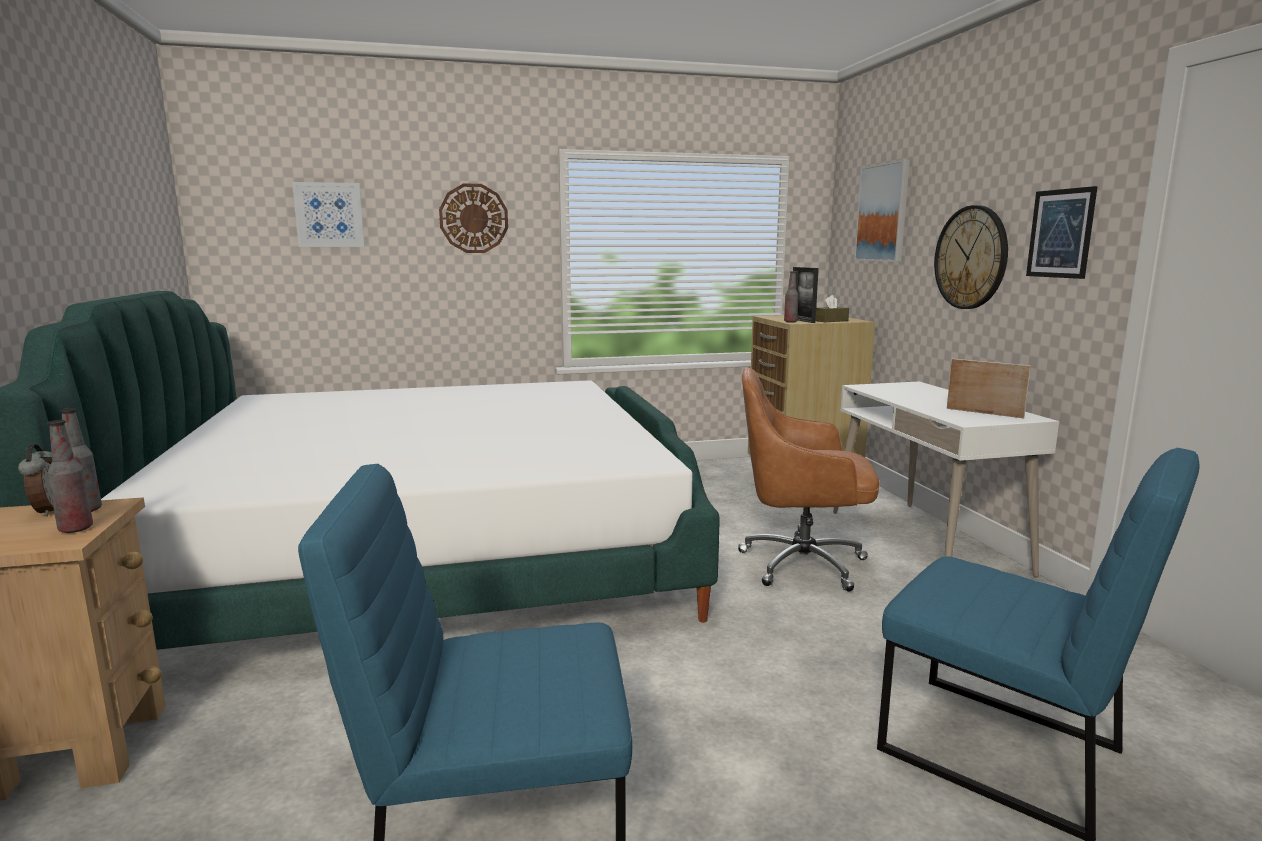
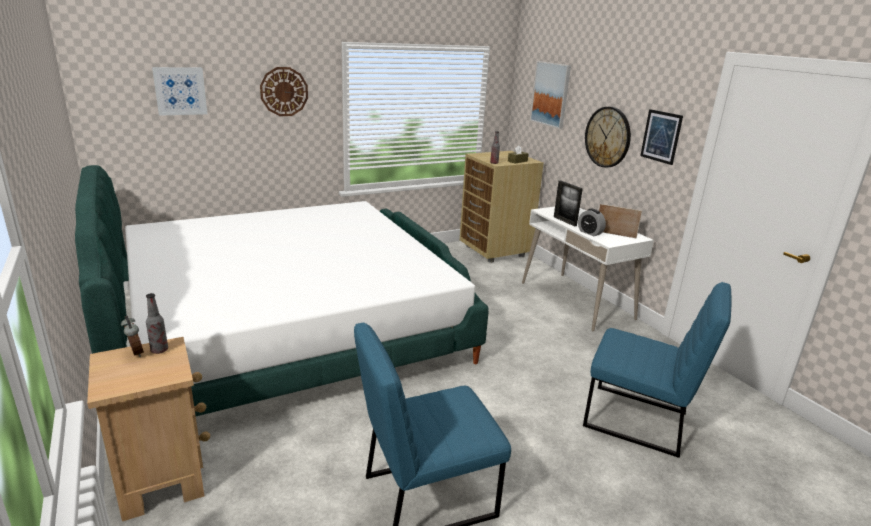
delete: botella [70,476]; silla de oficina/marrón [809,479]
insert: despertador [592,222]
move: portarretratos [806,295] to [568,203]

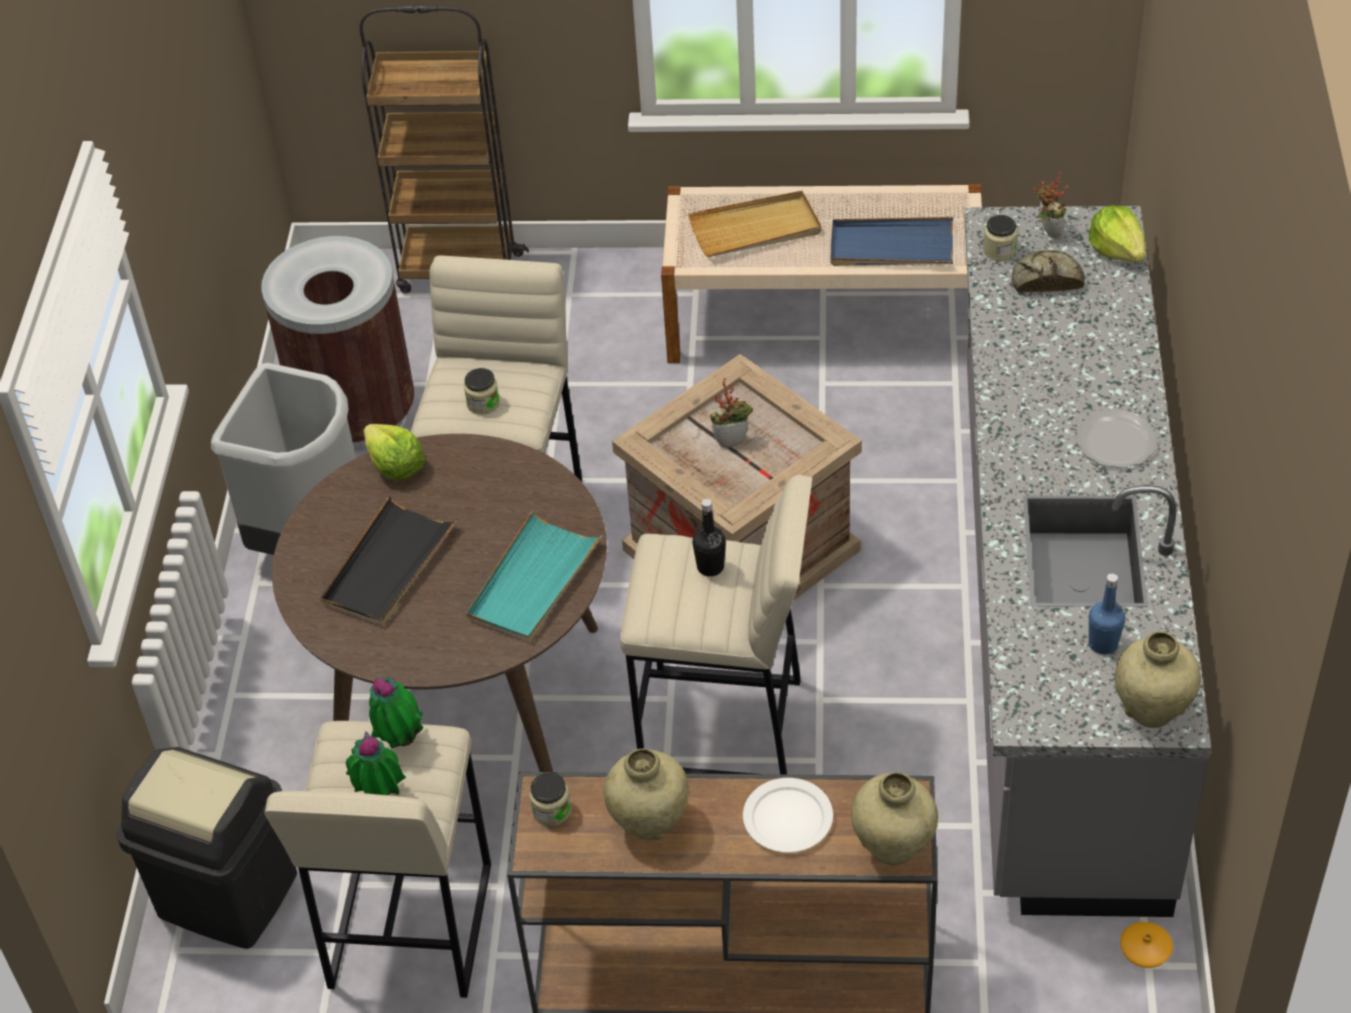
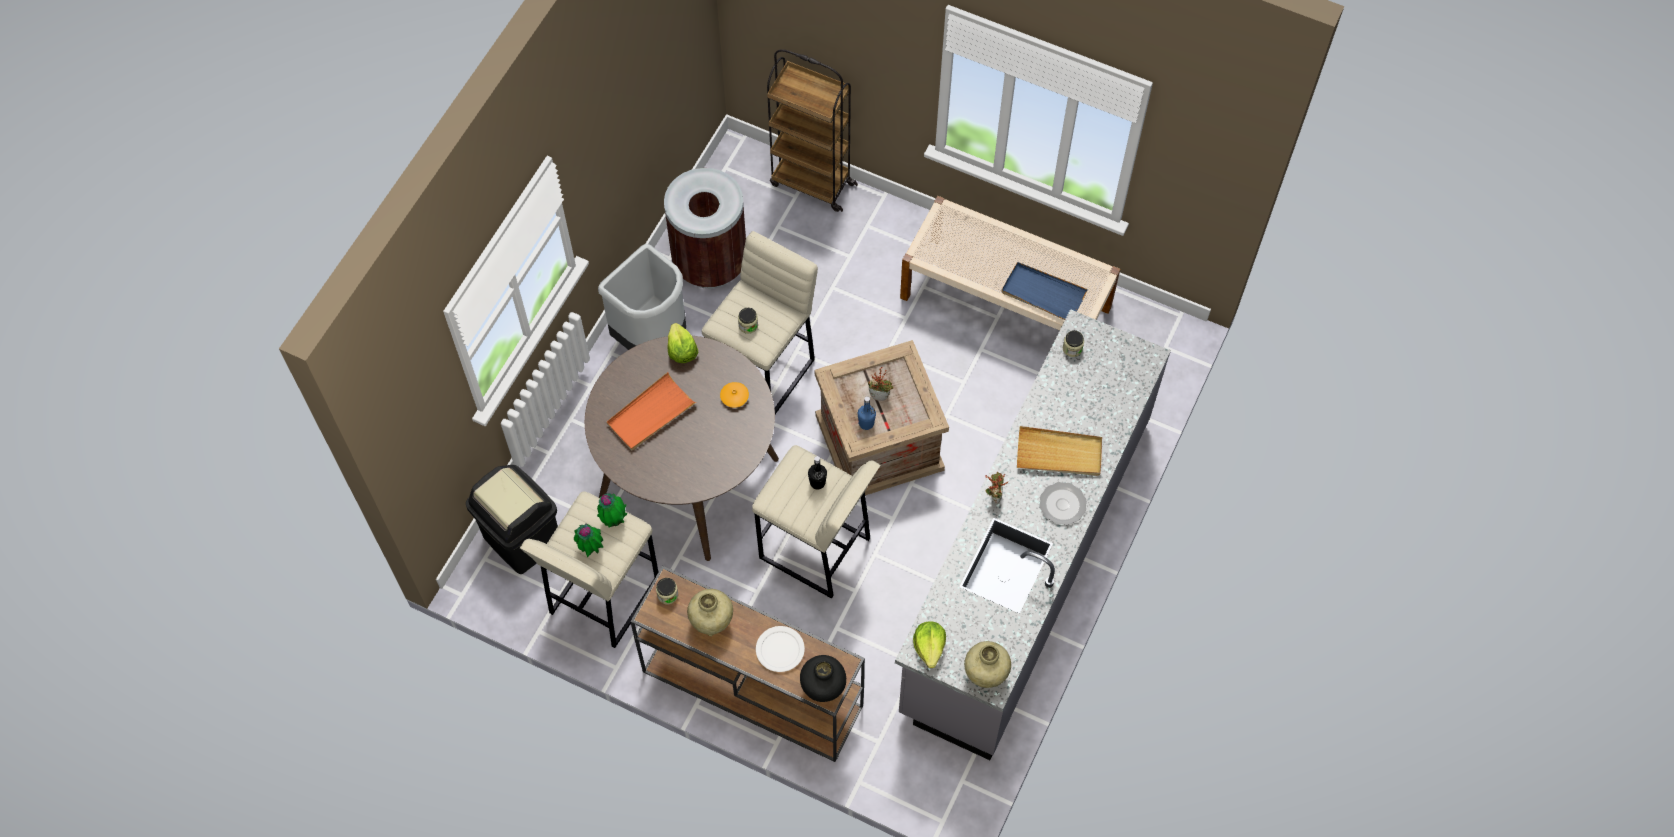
delete: bandeja/turquesa [534,576]; pan [1048,271]
move: bandeja/beis [754,224] to [1059,451]; planta en maceta [1050,205] to [997,488]; lechuga [1117,233] to [929,644]; botella/azul [1107,614] to [867,413]; florero/naranja [1146,945] to [734,395]
recolor: bandeja/negro [389,560] to bandeja/naranja [651,411]; florero/beis [894,819] to florero/negro [823,678]

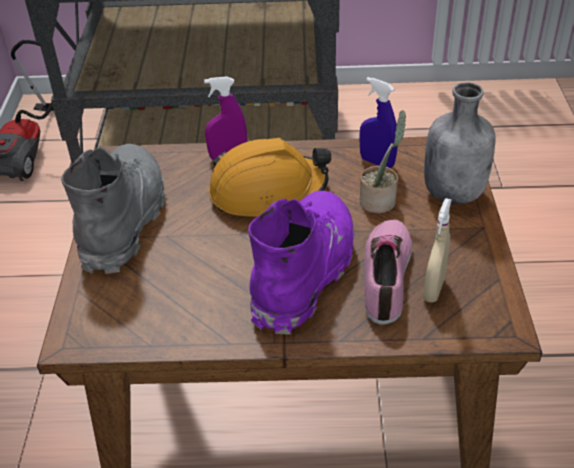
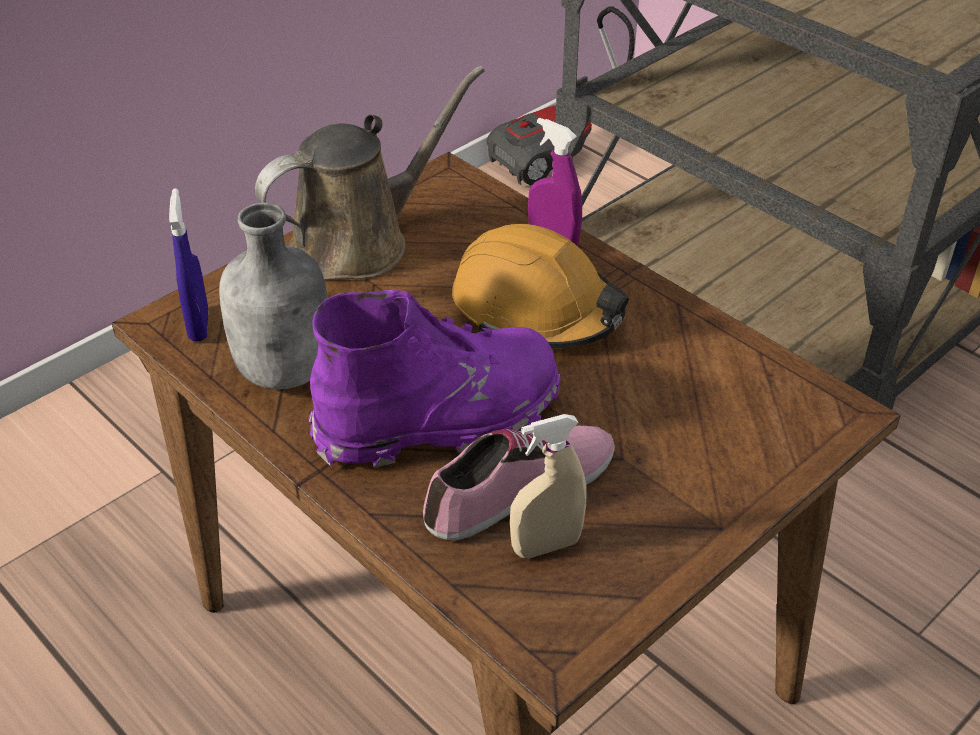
delete: planta en maceta [383,161]
move: pulverizador/azul [378,122] to [188,265]; botella/gris [459,143] to [273,295]
replace: bota/gris [113,209] to regadera/marrón [369,173]

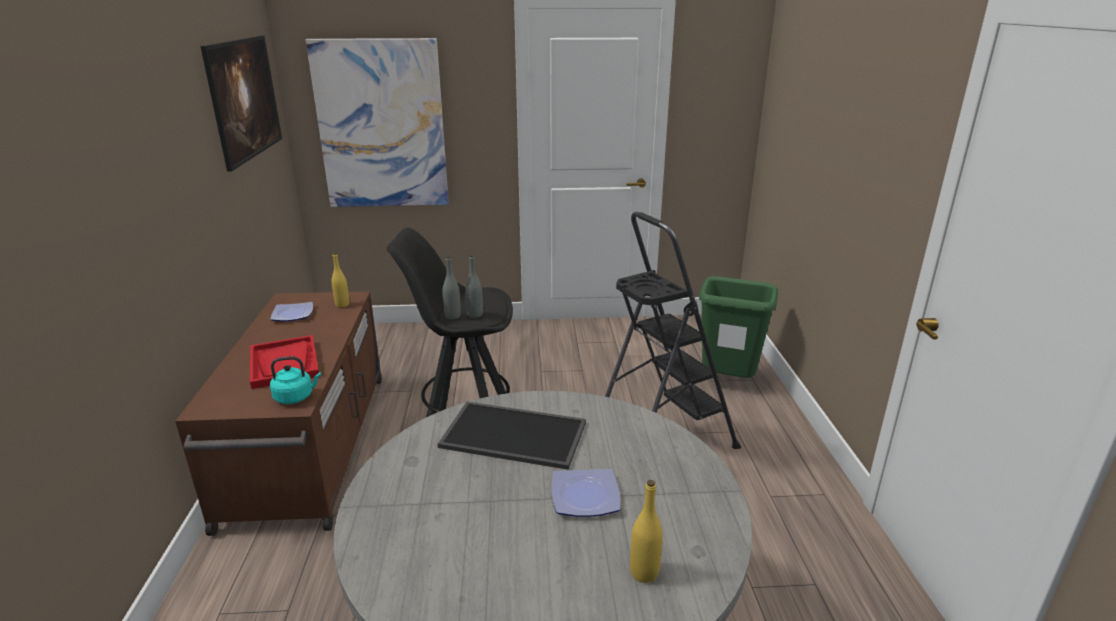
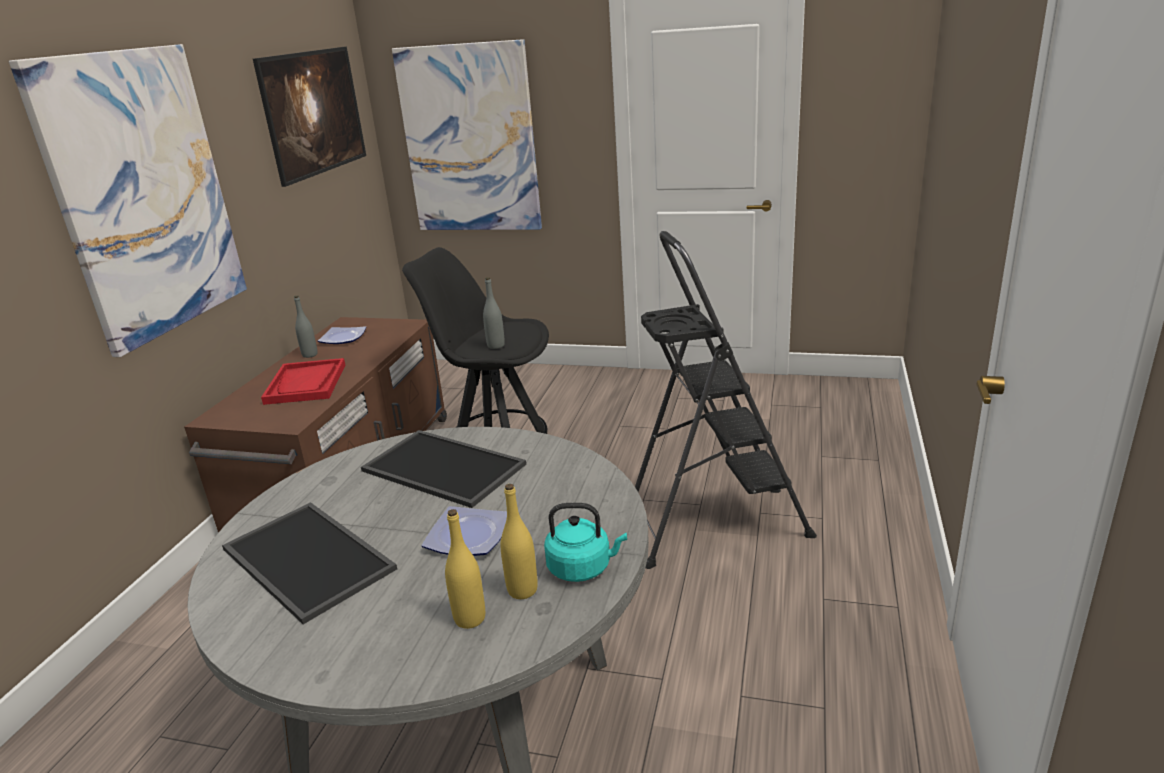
delete: papelera/verde [738,327]
insert: cuadro [128,200]; bandeja [309,563]
move: hervidor/turquesa [295,380] to [585,542]; botella/amarillo [340,279] to [519,541]; botella/gris [451,288] to [306,327]

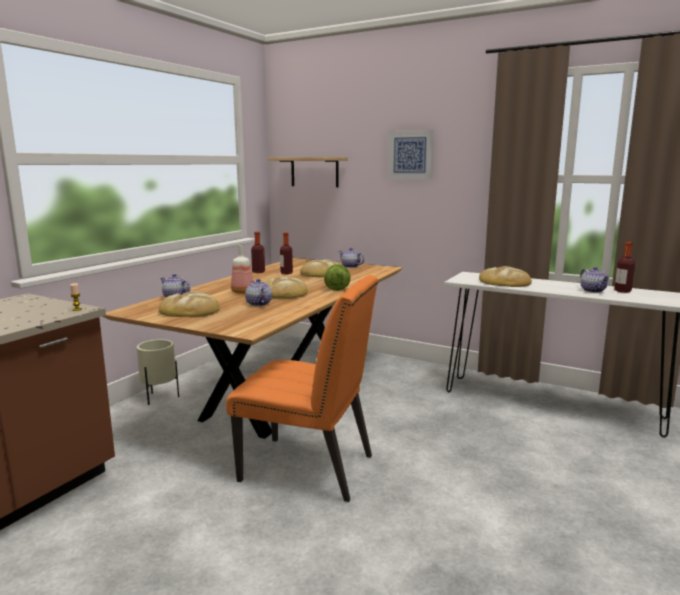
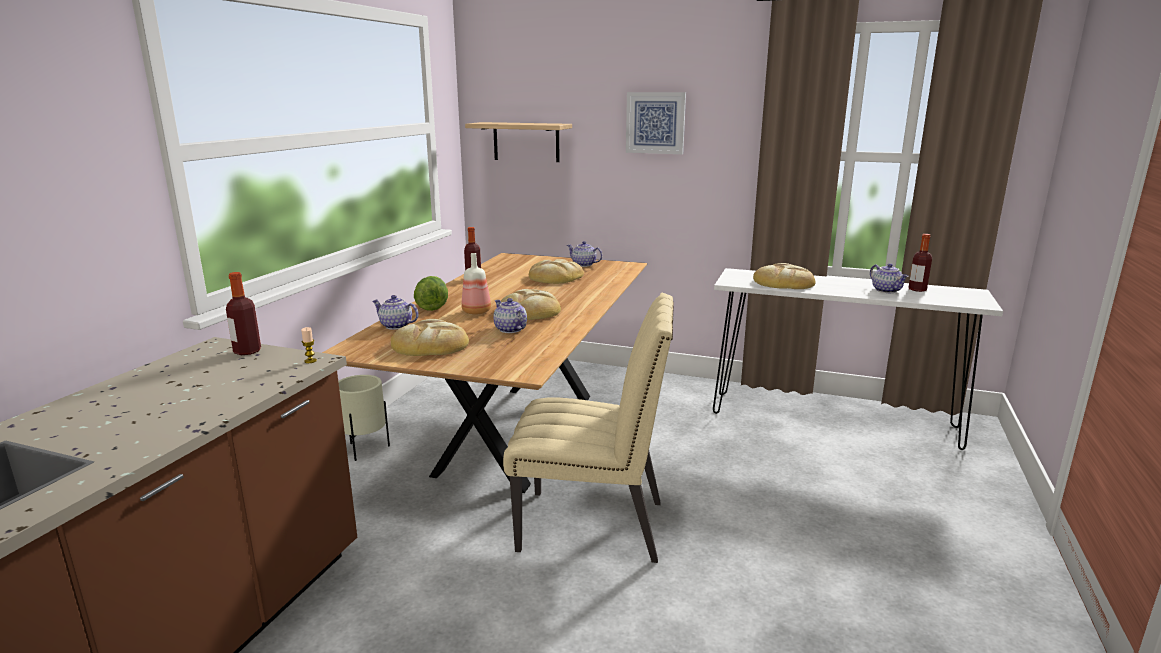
move: botella [286,253] to [243,313]; lechuga [337,277] to [431,293]
recolor: silla/naranja [302,388] to silla/beis [588,428]

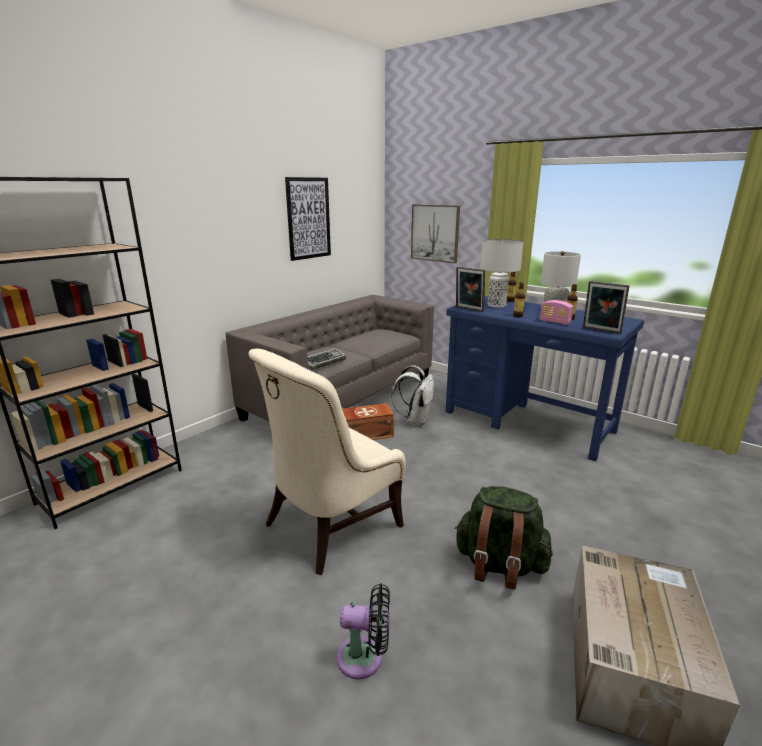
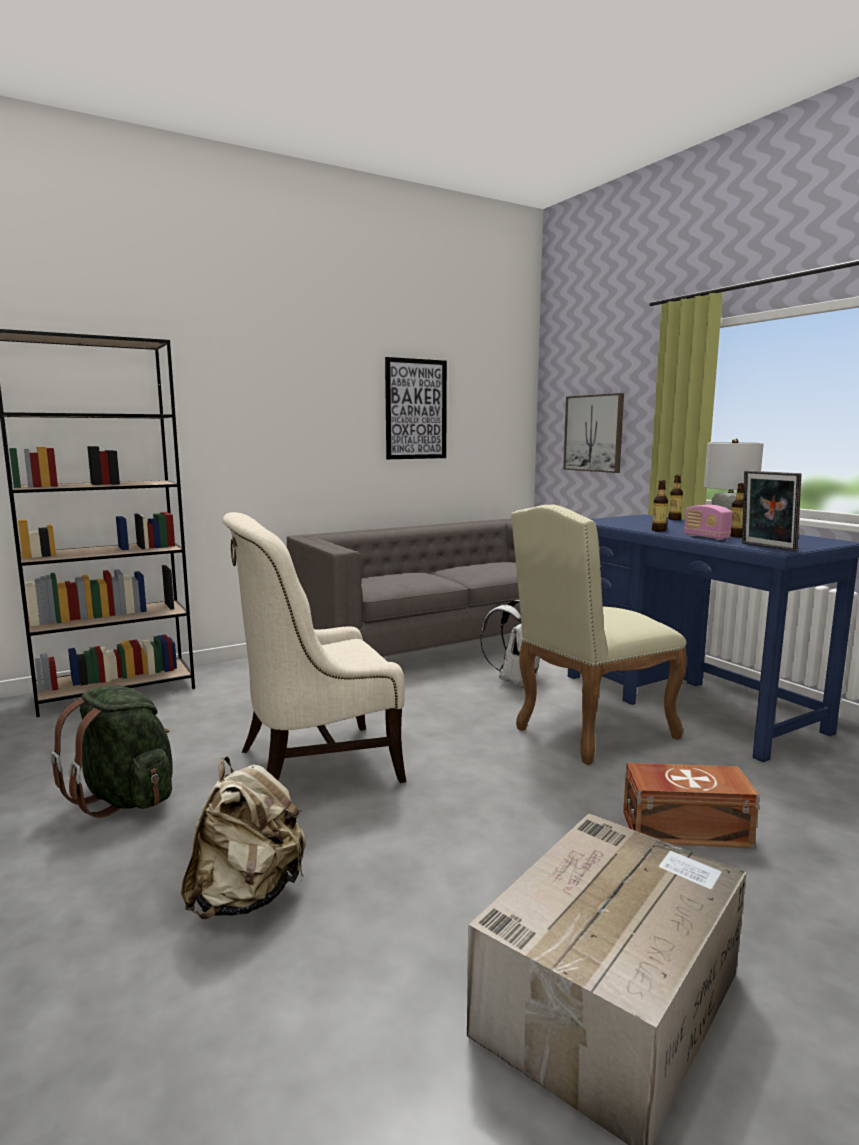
delete: teclado [327,359]; portarretratos [470,289]; lámpara de mesa/blanco [501,273]
insert: silla/beis [599,634]
move: caja de almacenaje/marrón [368,421] to [691,805]; mochila/verde [504,538] to [111,751]
replace: ventilador/negro [363,631] to mochila/beis [243,837]

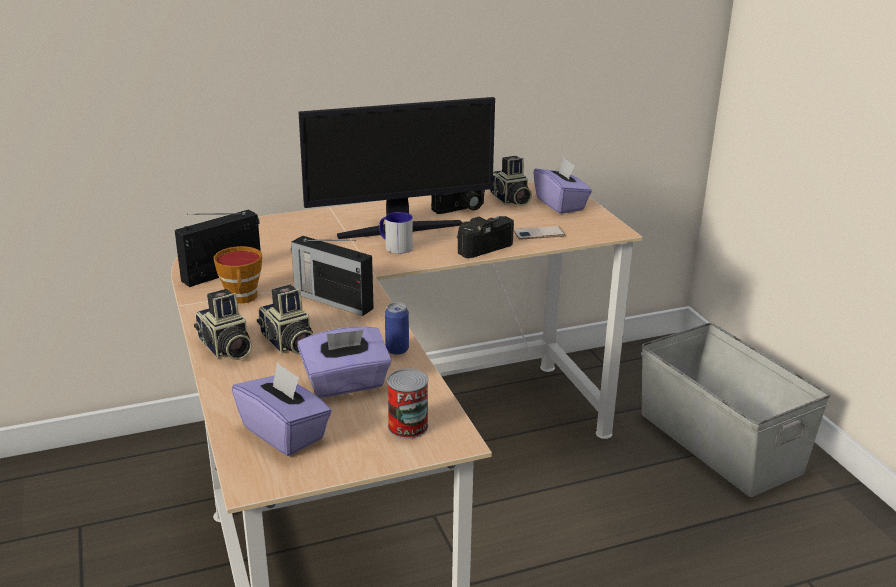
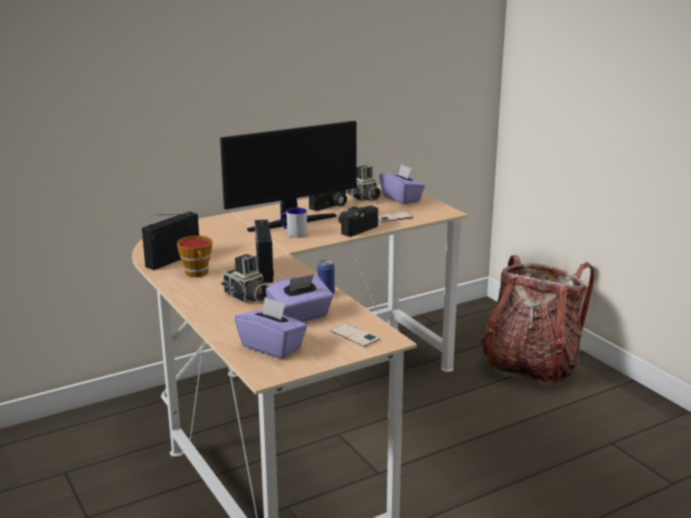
delete: cámara [223,324]
replace: lata [407,403] to móvil [355,335]; caja de almacenaje/gris [735,410] to mochila [537,320]
rotate: radio [332,276] = [264,251] 60 degrees clockwise

